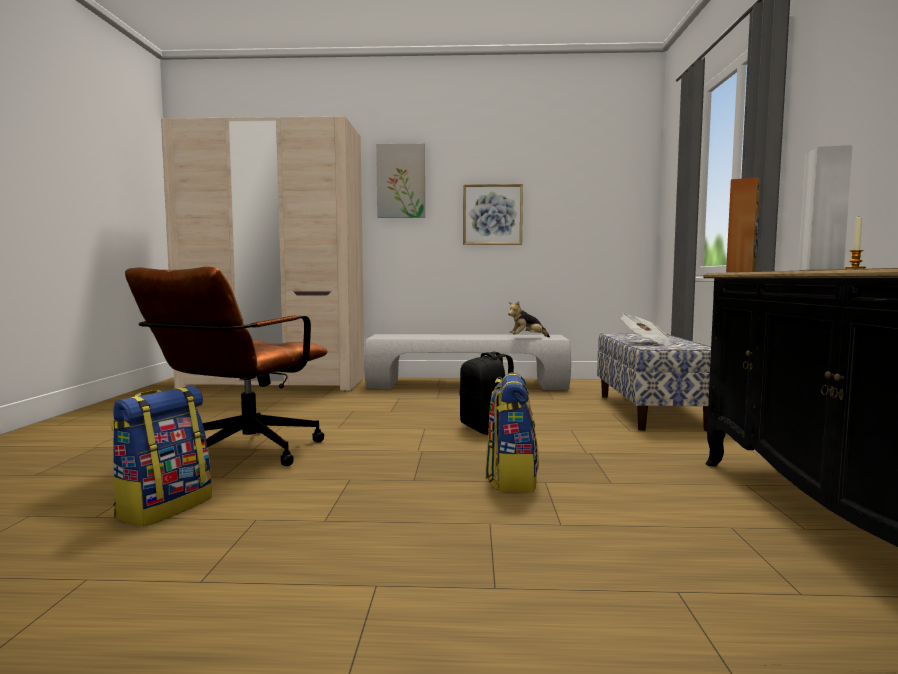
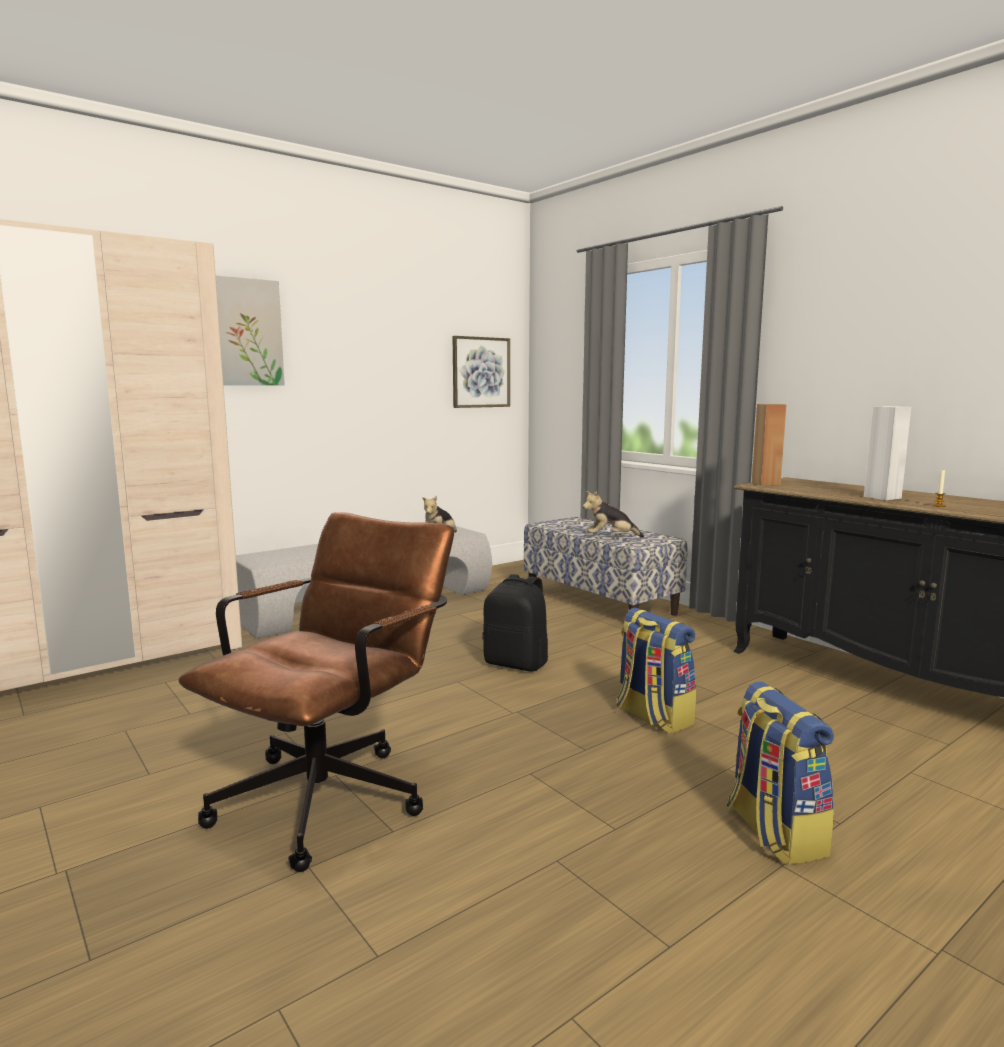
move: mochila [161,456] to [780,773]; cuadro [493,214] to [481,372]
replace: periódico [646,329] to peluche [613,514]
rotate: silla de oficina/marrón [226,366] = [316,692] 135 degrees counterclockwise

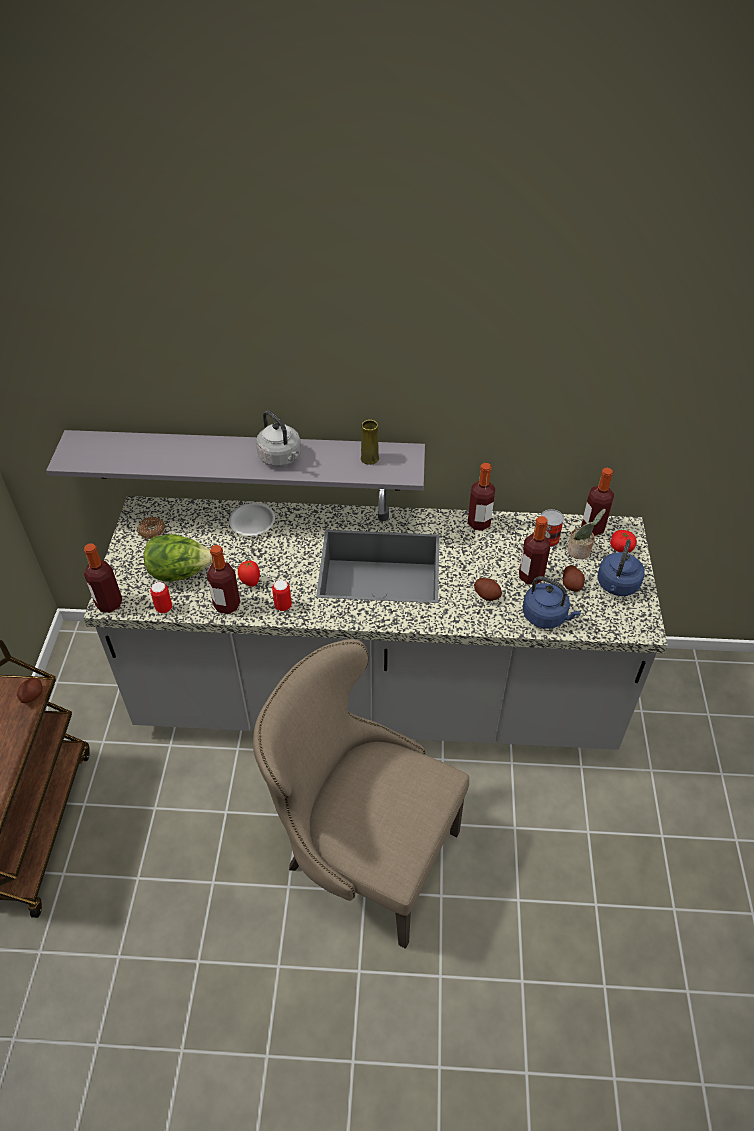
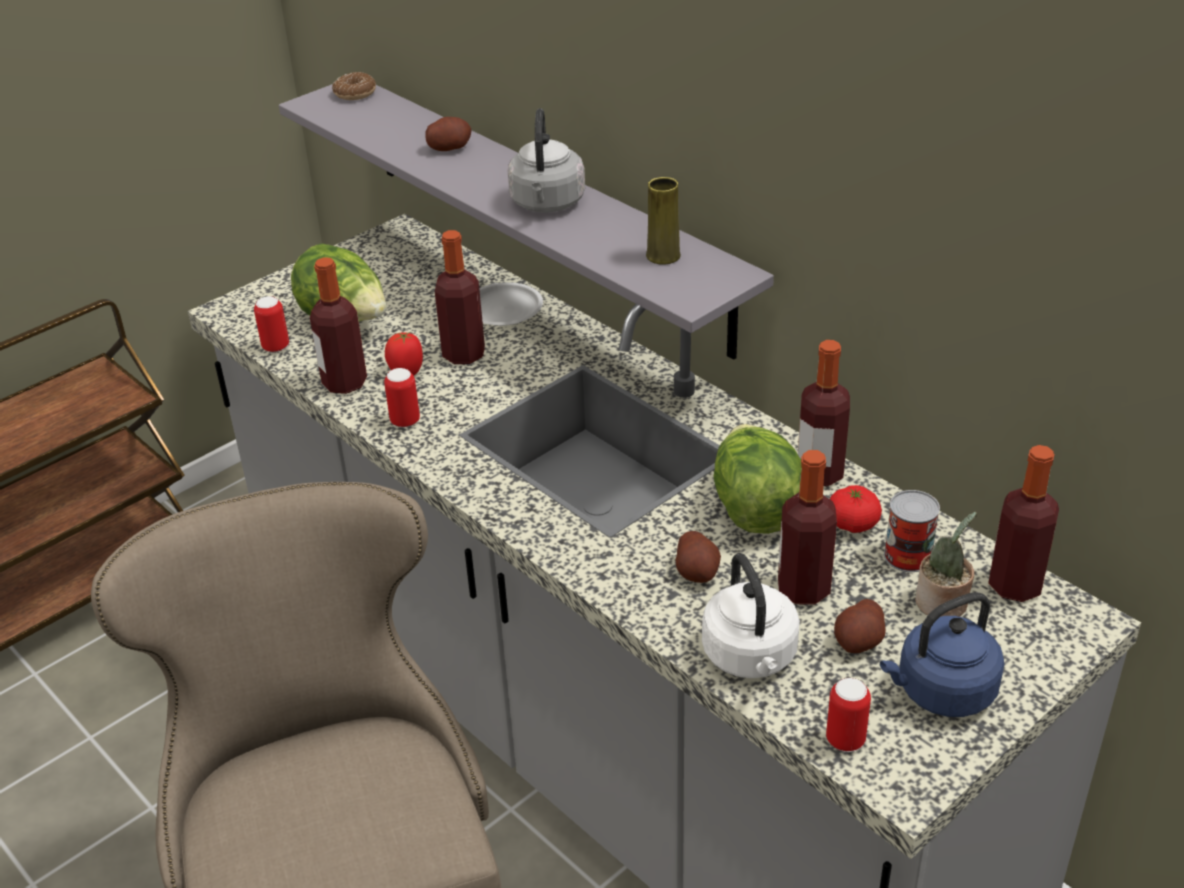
insert: lechuga [757,479]; lata [848,715]
move: patata [30,690] to [449,134]; botella [103,577] to [460,297]; rosquilla [151,528] to [354,86]; tomate [623,541] to [856,509]
recolor: hervidor/azul [552,602] to hervidor/blanco [751,615]

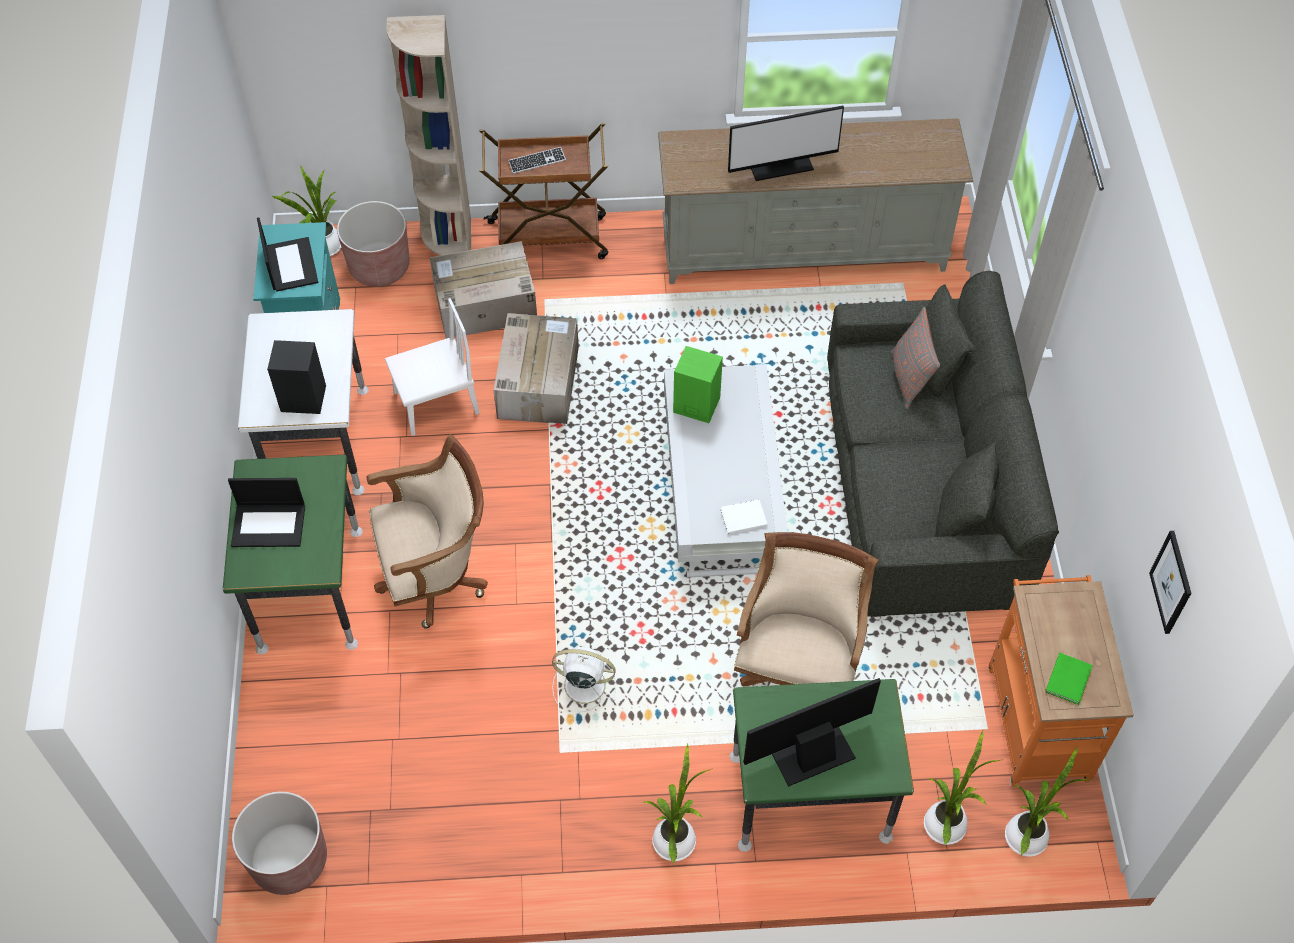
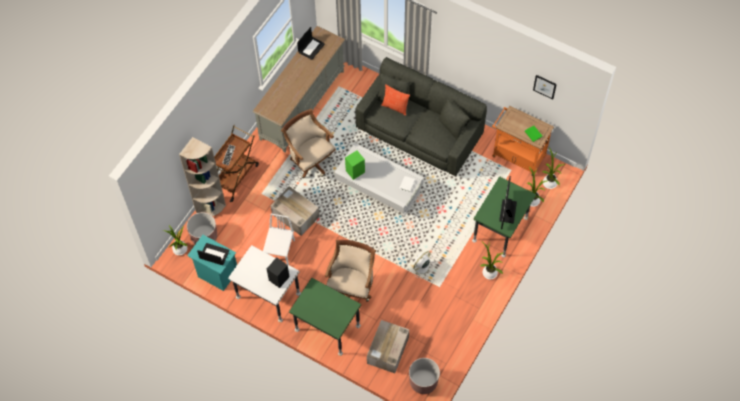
delete: monitor [786,143]
move: portátil [266,512] to [311,43]; caja de cartón [483,290] to [388,346]; silla de oficina [806,609] to [308,143]
recolor: cojín/gris [915,358] to cojín/naranja [395,100]

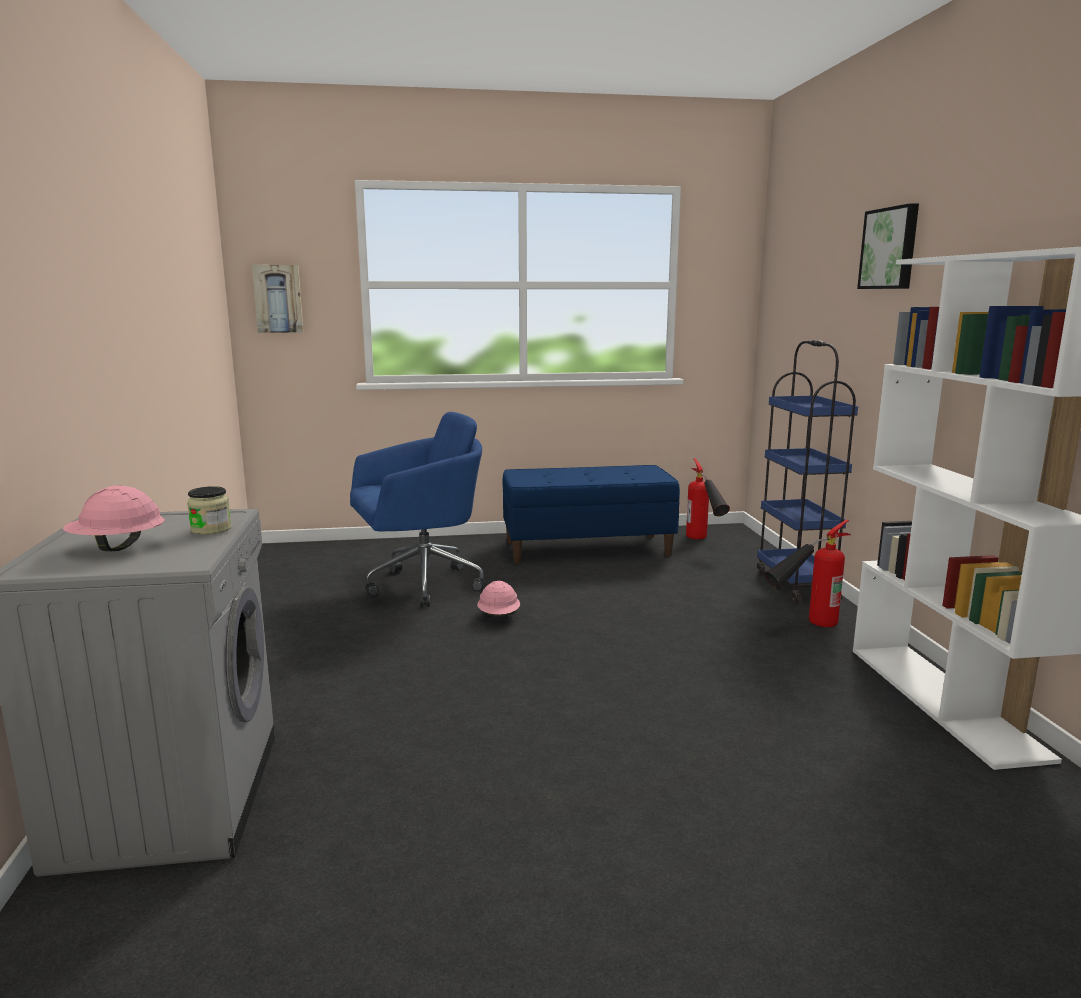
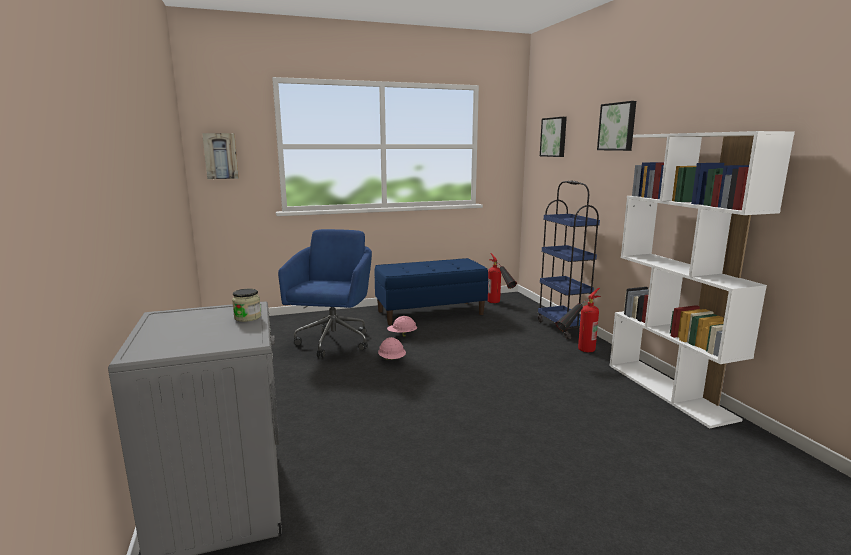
insert: cuadro [553,137]
move: casco/rosa [114,518] to [402,326]
rotate: silla de oficina/azul [417,509] = [325,293] 45 degrees counterclockwise

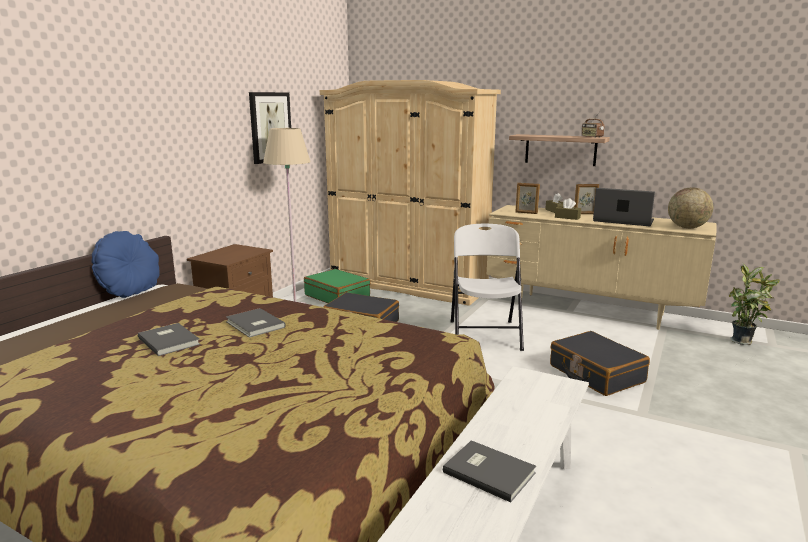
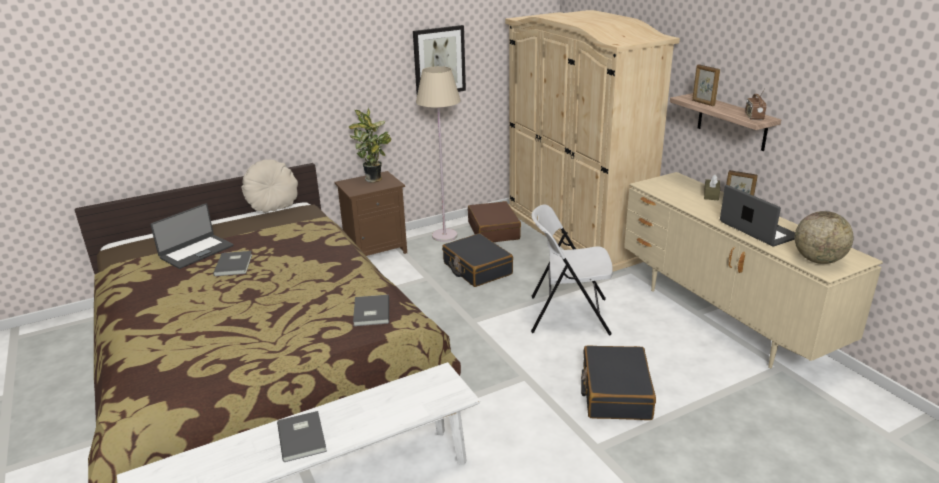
delete: caja de pañuelos/marrón [568,209]
insert: portátil [192,236]
move: libro/gris [256,323] to [371,310]; portarretratos [527,198] to [706,85]; planta en maceta [754,304] to [370,145]
recolor: cojín/azul [125,264] to cojín/beis [270,186]; maleta/verde [337,286] to maleta/marrón [494,221]
rotate: silla/blanco [487,287] = [572,269] 120 degrees counterclockwise

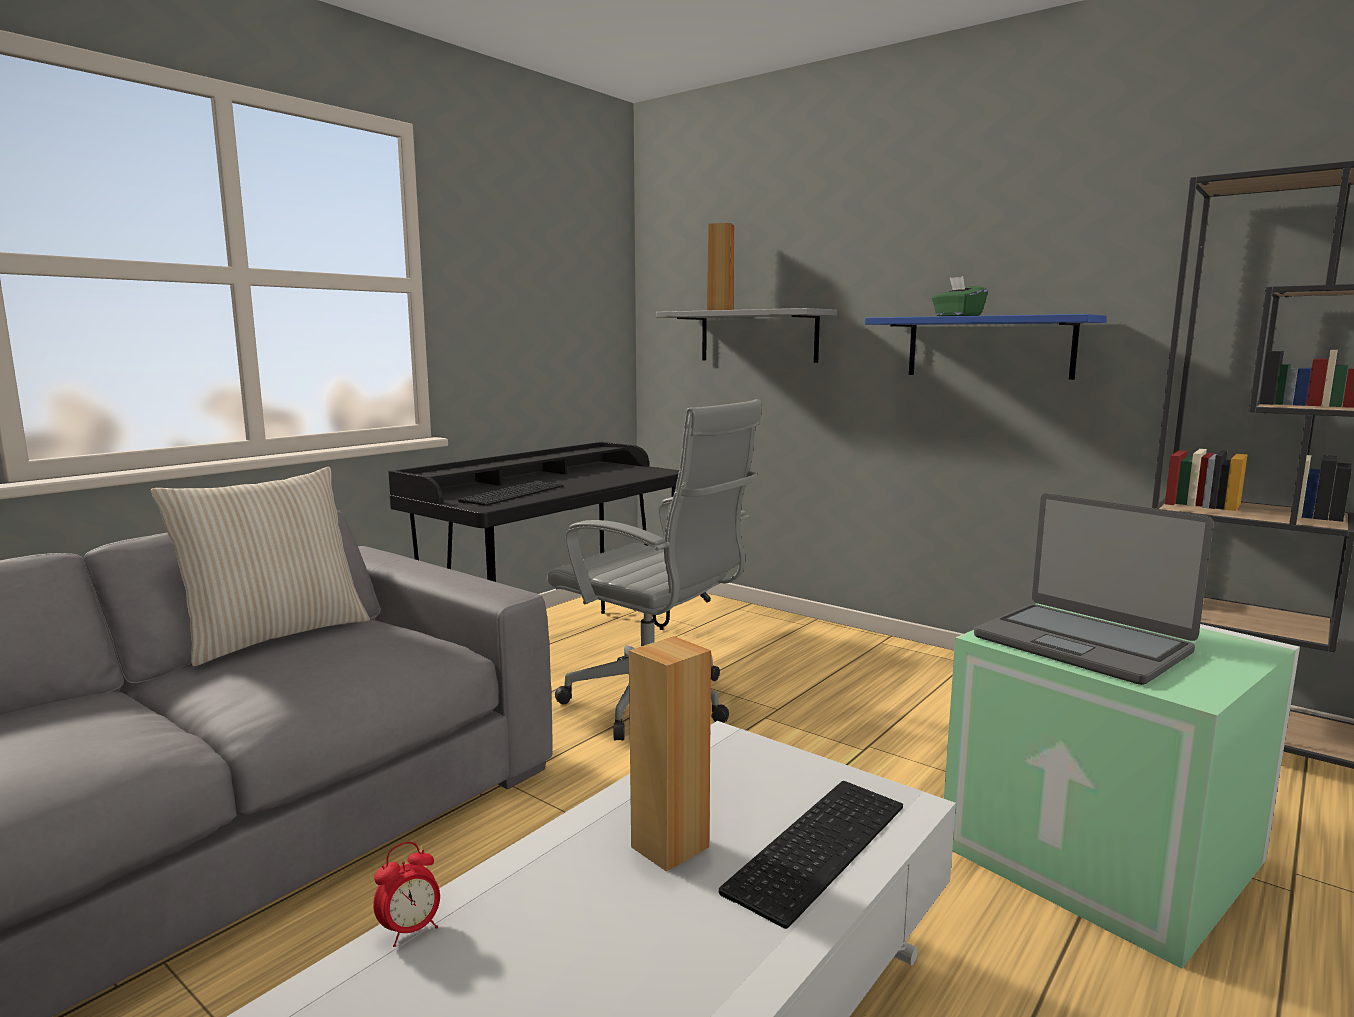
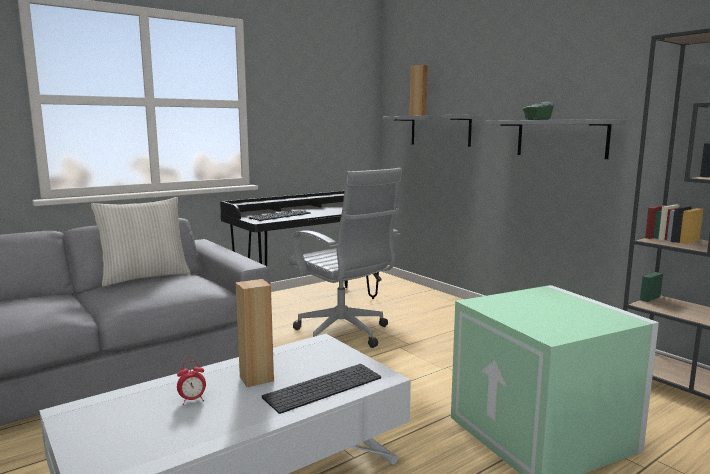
delete: portátil [1094,589]
move: despertador [406,894] to [191,383]
recolor: estante/azul [985,347] to estante/gris [555,139]

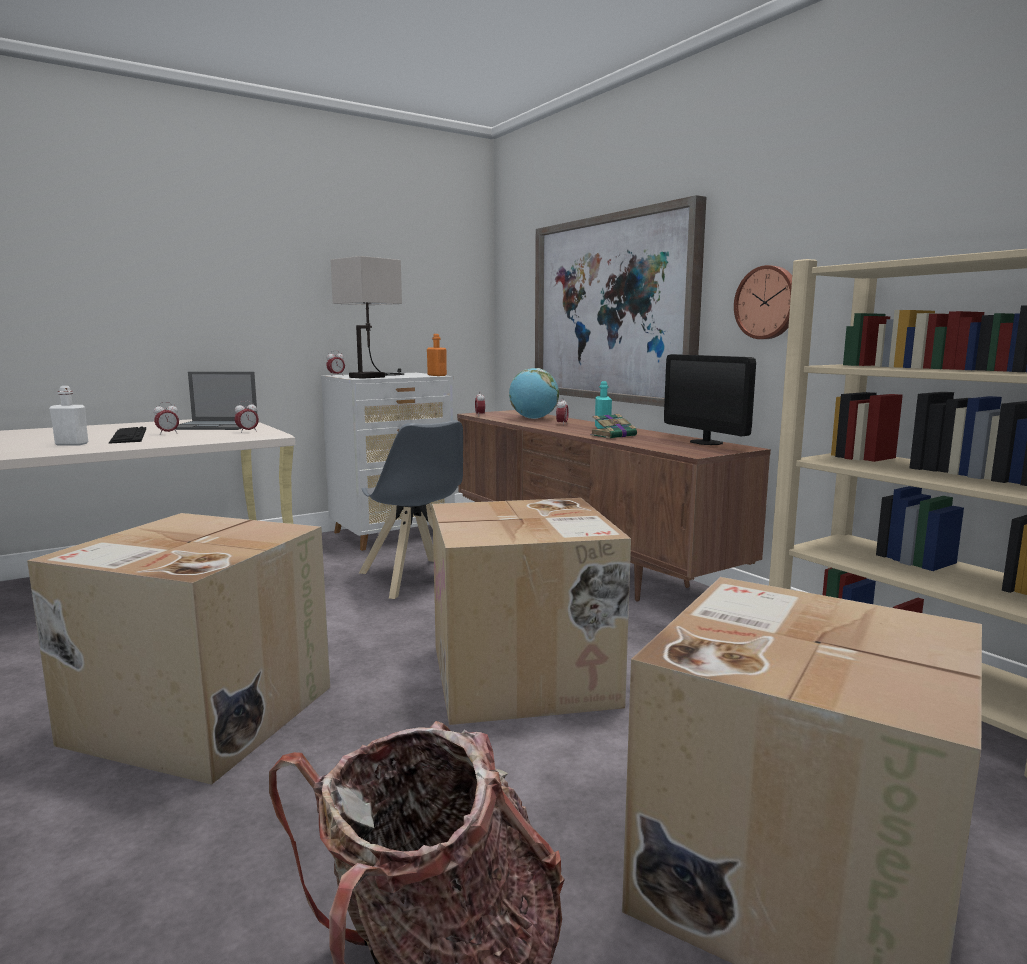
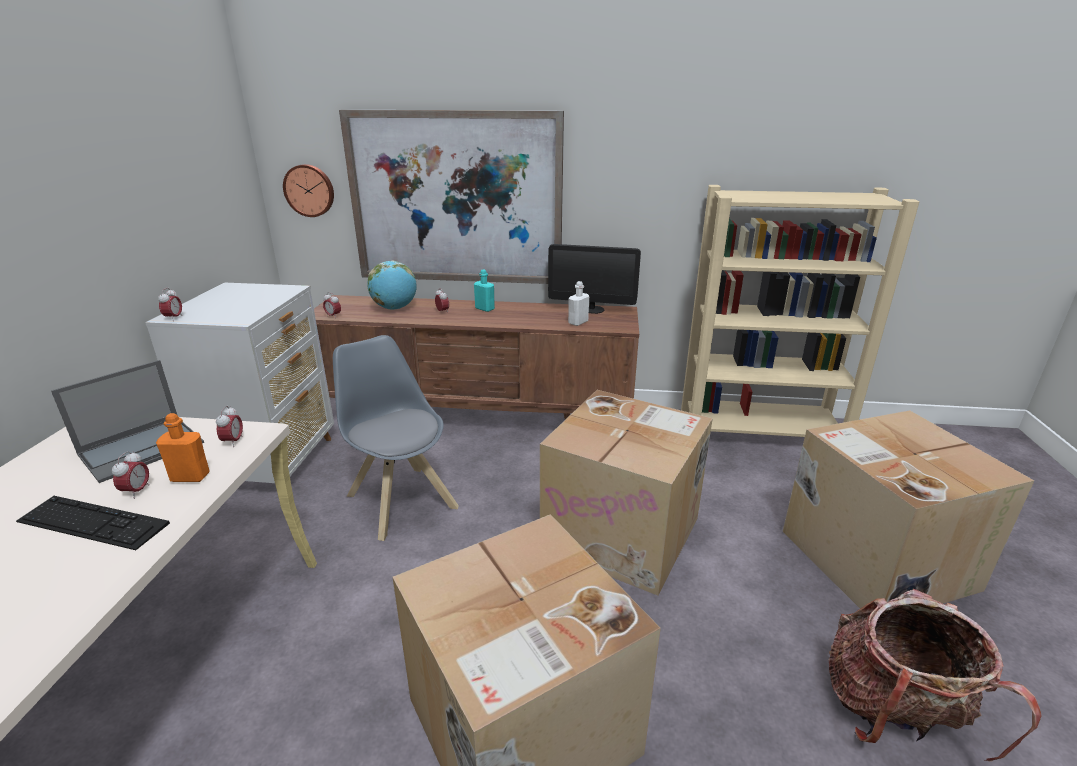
delete: lámpara de mesa [367,317]; libro [614,426]
move: botella/blanco [68,416] to [578,303]; botella/naranja [437,355] to [183,447]; reloj de pared [763,302] to [308,190]
rotate: silla/gris [411,509] = [396,438] 135 degrees counterclockwise

